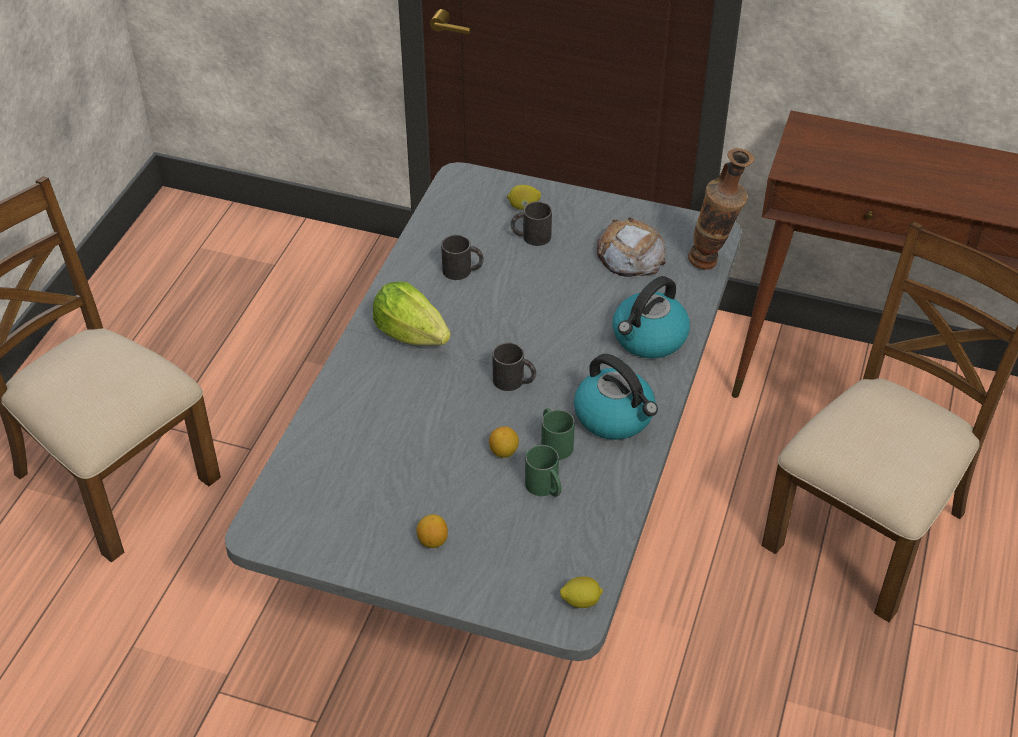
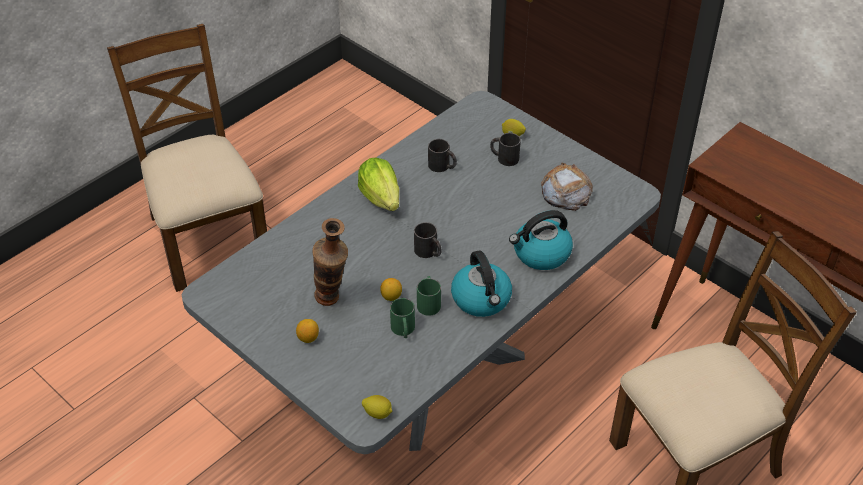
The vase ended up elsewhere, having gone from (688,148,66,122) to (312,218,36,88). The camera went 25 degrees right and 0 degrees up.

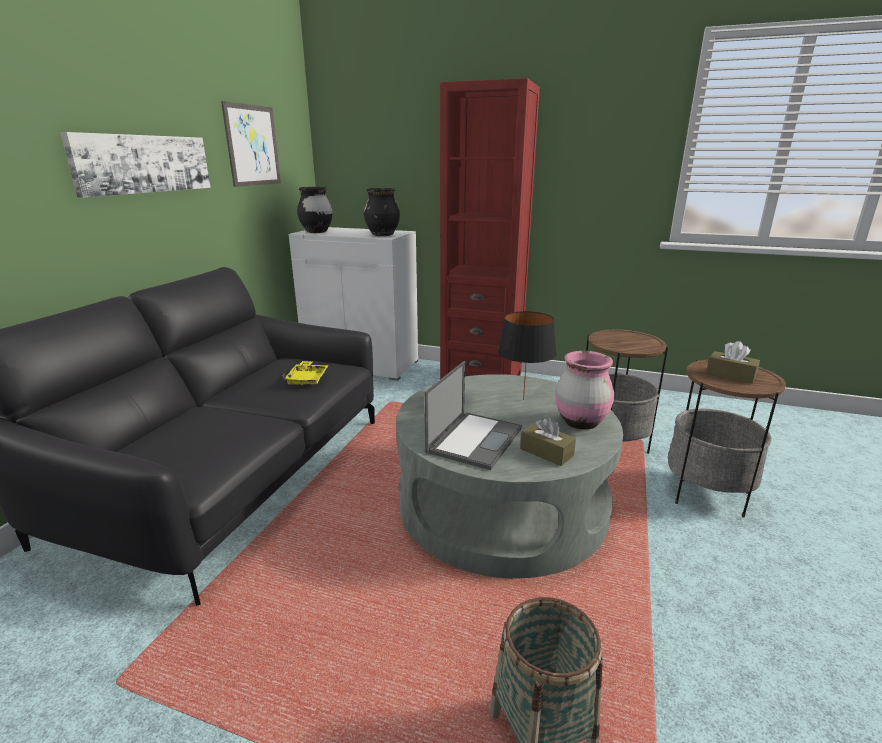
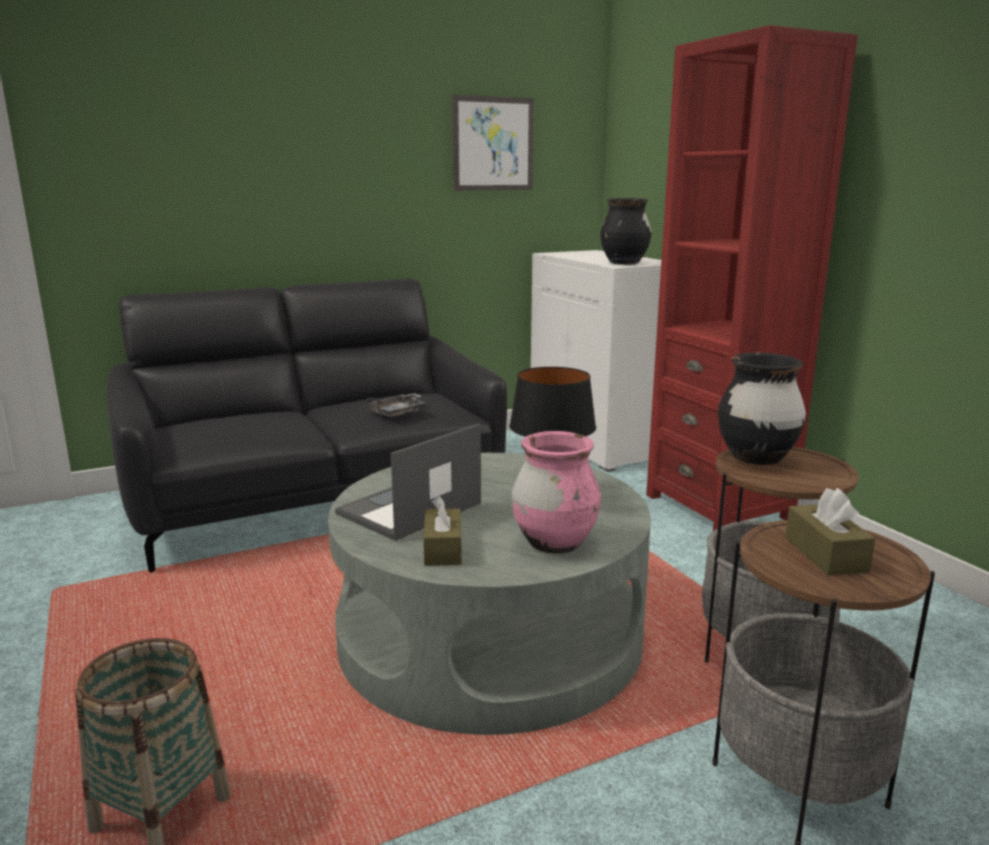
The laptop at (425,361,97,109) ended up facing another way, 150 degrees clockwise from before. What was the tray/yellow at (283,361,46,25) turned into the tray/grey at (366,393,60,24). The vase/black ended up elsewhere, having gone from (297,187,35,46) to (718,353,88,112). The second view lost the picture at (60,132,151,66). The camera went 45 degrees right and 5 degrees down.

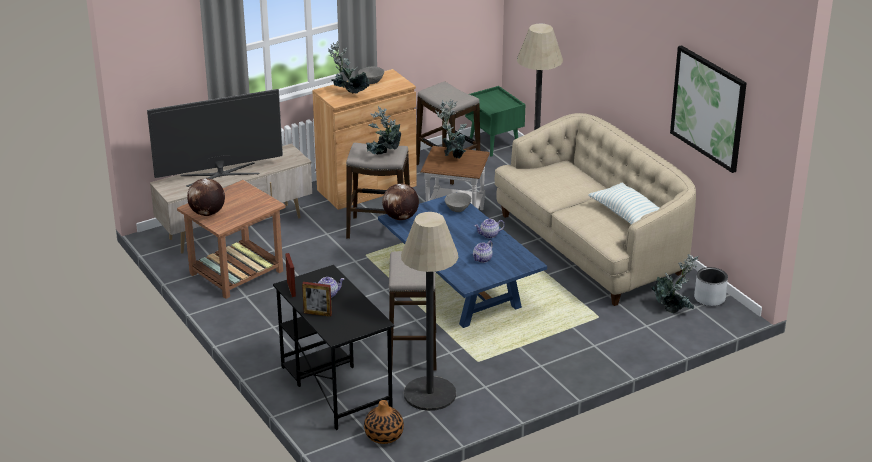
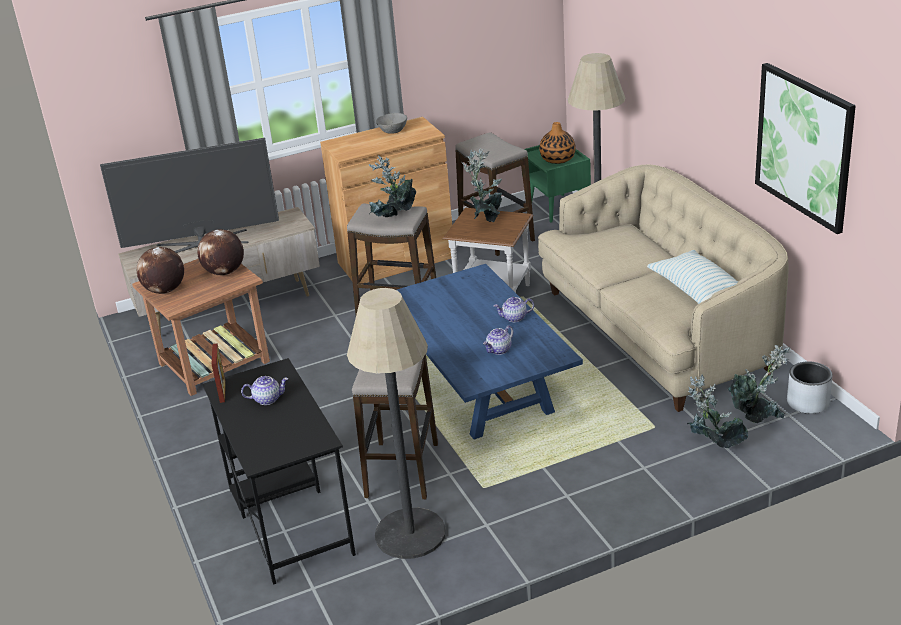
The globe ended up elsewhere, having gone from (382,183,37,37) to (197,229,47,47). The vase ended up elsewhere, having gone from (364,400,40,44) to (539,122,37,42). The potted plant ended up elsewhere, having gone from (328,41,42,53) to (687,374,61,74). The second view lost the picture frame at (302,282,30,35). The second view lost the bowl/grey at (445,192,27,20). The camera went 10 degrees right and 0 degrees up.

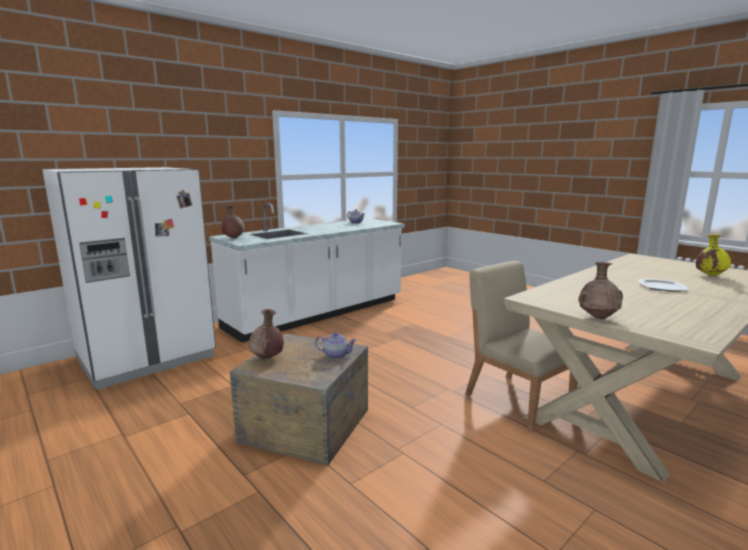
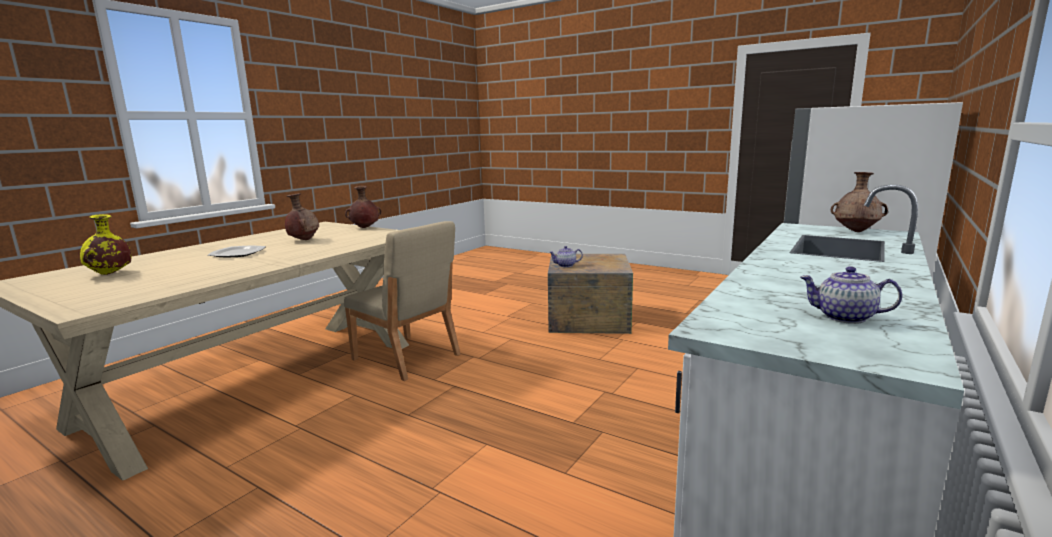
The vase/brown ended up elsewhere, having gone from (249,309,35,50) to (285,193,34,47). The camera went 165 degrees right and 0 degrees up.

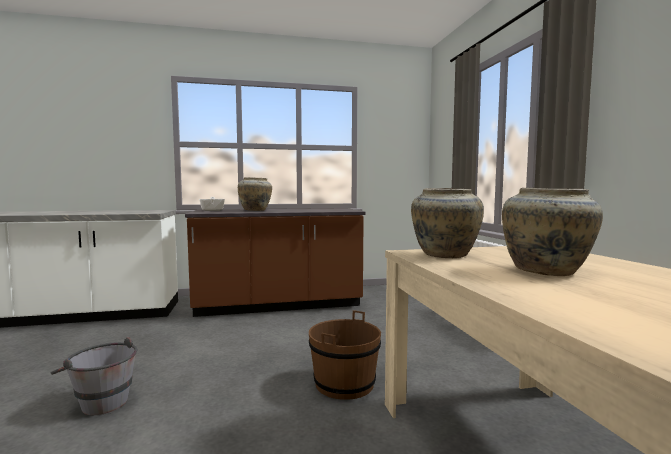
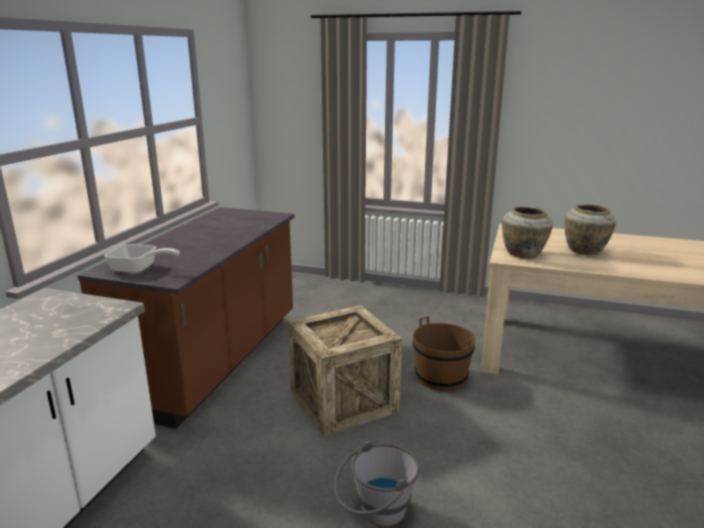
The second view gained the crate at (288,305,114,131). The second view lost the vase/beige at (238,177,34,34). The camera went 60 degrees left and 15 degrees up.

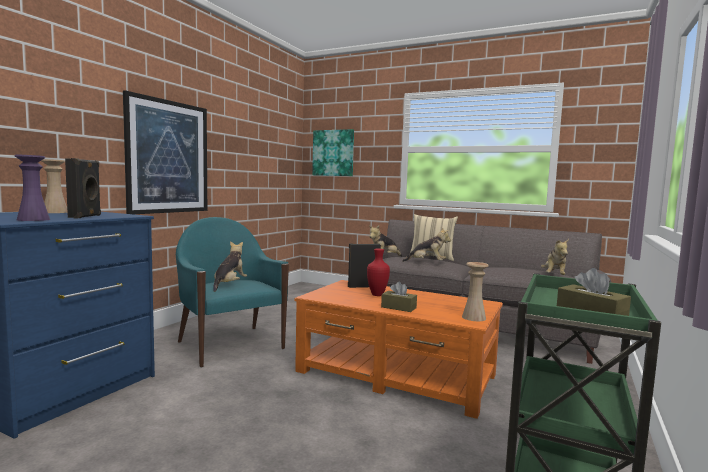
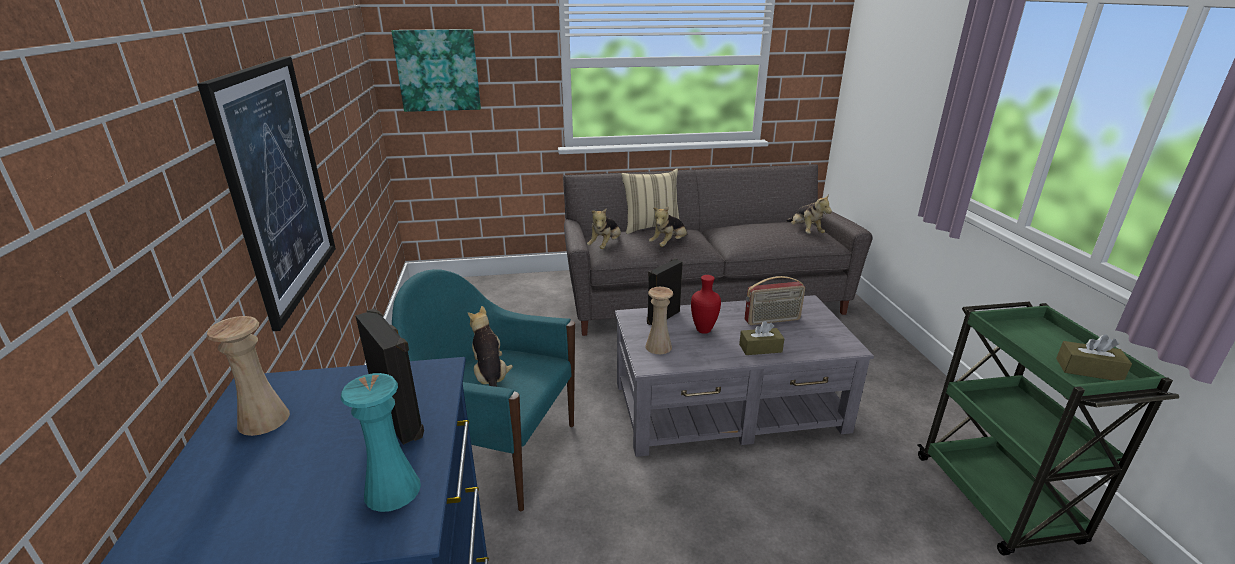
What was the vase/purple at (15,155,35,66) turned into the vase/turquoise at (341,373,80,139). What was the coffee table/orange at (294,280,209,139) turned into the coffee table/grey at (615,295,259,162). The vase/beige ended up elsewhere, having gone from (462,262,27,59) to (646,287,27,67). The plush toy at (402,228,49,34) ended up facing another way, 150 degrees clockwise from before. The second view gained the radio at (744,276,61,49). The camera went 35 degrees left and 20 degrees up.

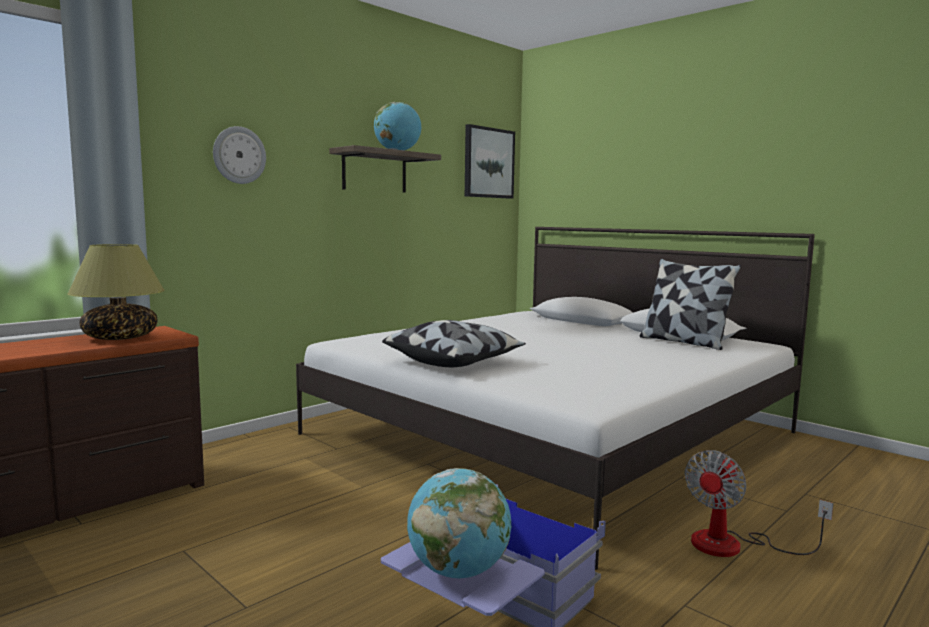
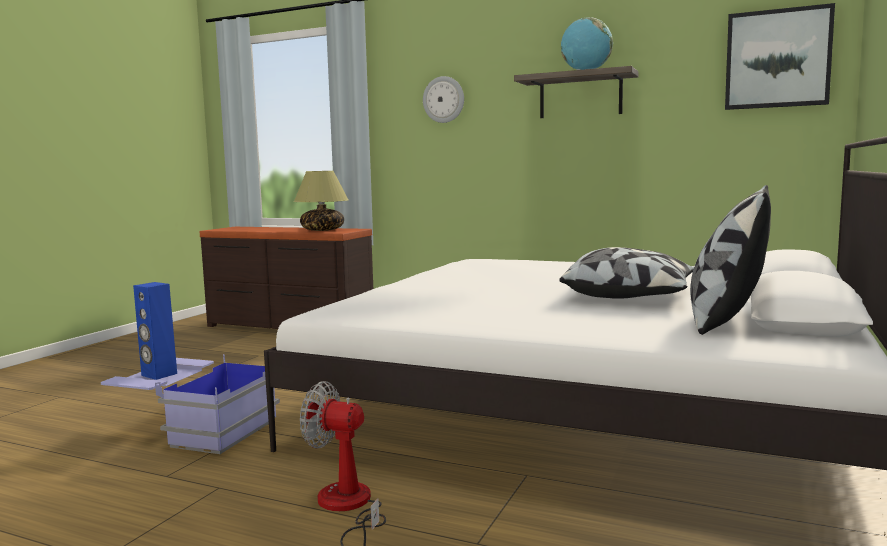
Where the globe stood at (407,468,105,110), the speaker/blue came to stand at (133,282,44,98). The pillow ended up elsewhere, having gone from (382,320,144,47) to (559,247,135,52). The camera went 70 degrees right and 0 degrees up.

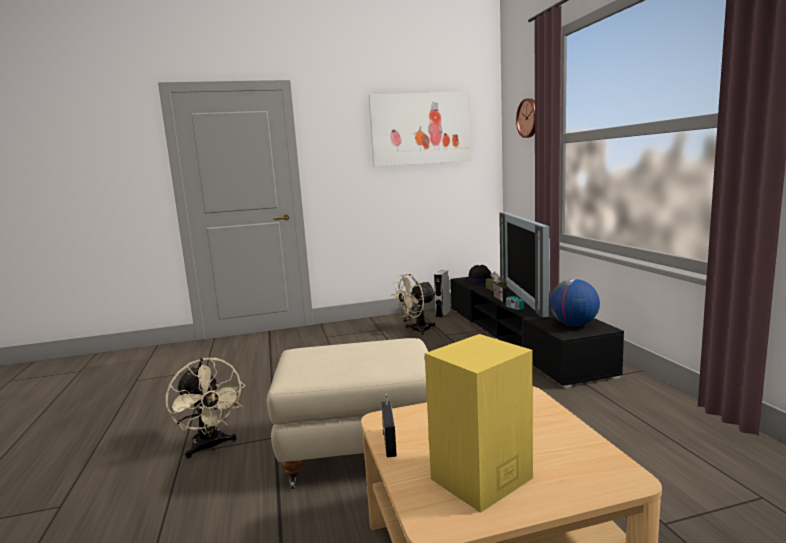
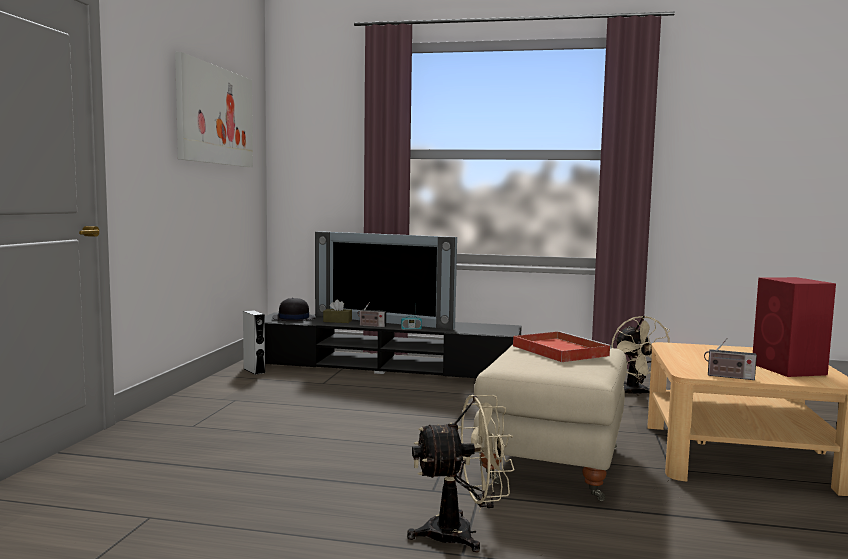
The second view gained the tray/red at (513,331,99,31). The fan/beige ended up elsewhere, having gone from (391,274,45,61) to (611,316,59,80). What was the speaker/yellow at (425,334,108,179) turned into the speaker/red at (753,277,83,100). The second view lost the wall clock at (516,99,19,39). The second view lost the globe at (550,279,50,47). The camera went 65 degrees left and 5 degrees down.

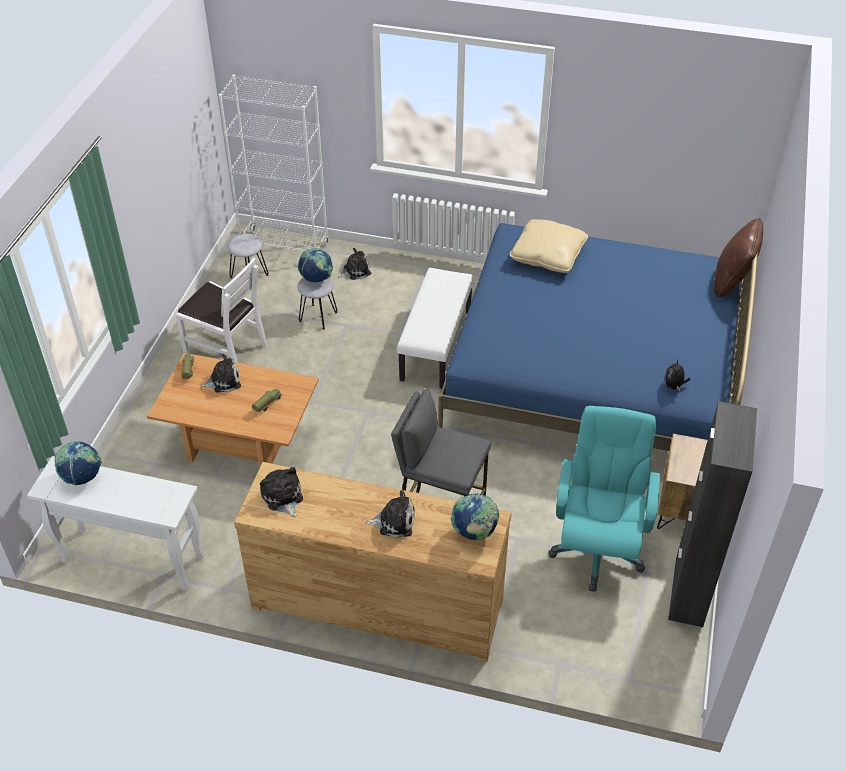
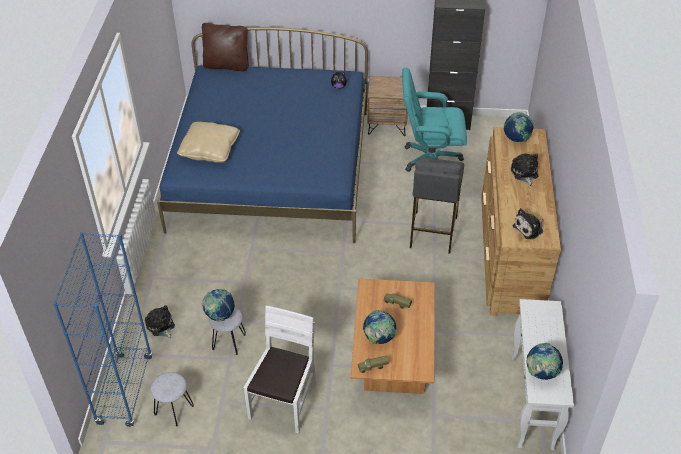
What was the bookcase/white at (218,74,111,178) turned into the bookcase/blue at (53,232,99,195). Where the plush toy stood at (200,354,41,38), the globe came to stand at (363,310,34,34). The second view lost the bench/white at (397,268,77,121). The camera went 100 degrees left and 0 degrees up.

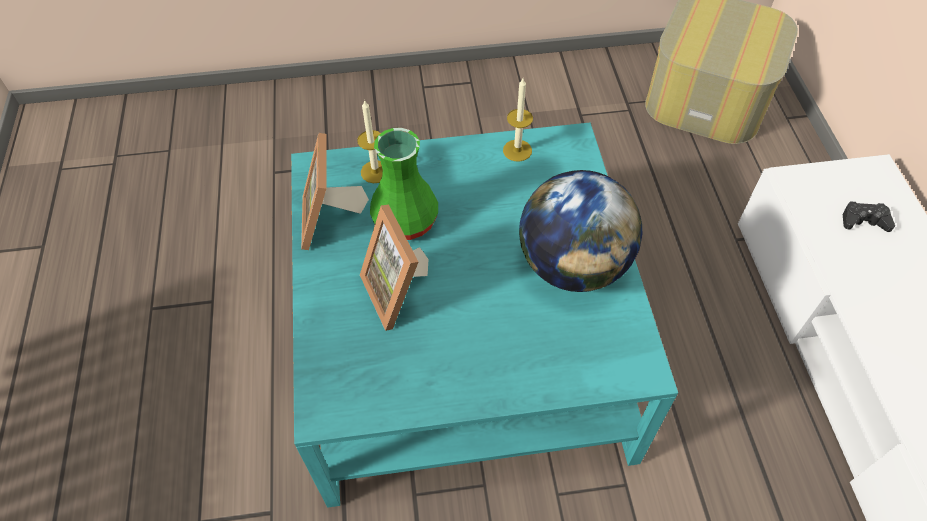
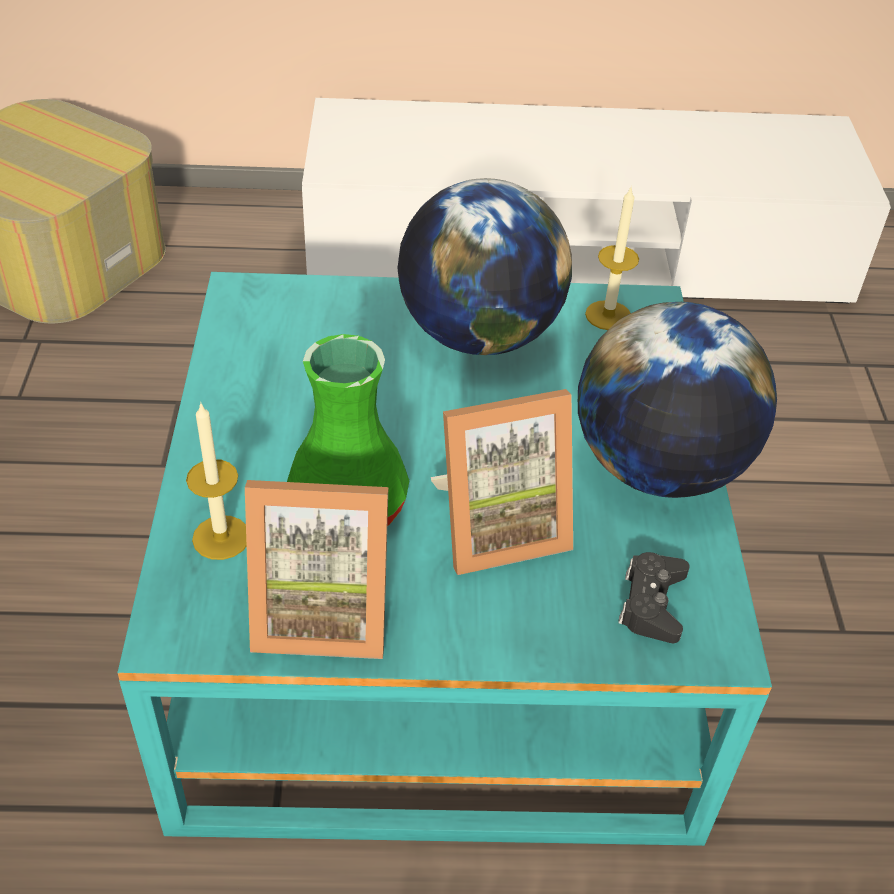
The second view gained the globe at (578,302,199,196). The candle ended up elsewhere, having gone from (503,79,30,83) to (585,186,54,144). The game controller/black ended up elsewhere, having gone from (843,201,52,31) to (618,552,72,91). The camera went 85 degrees left and 10 degrees down.

